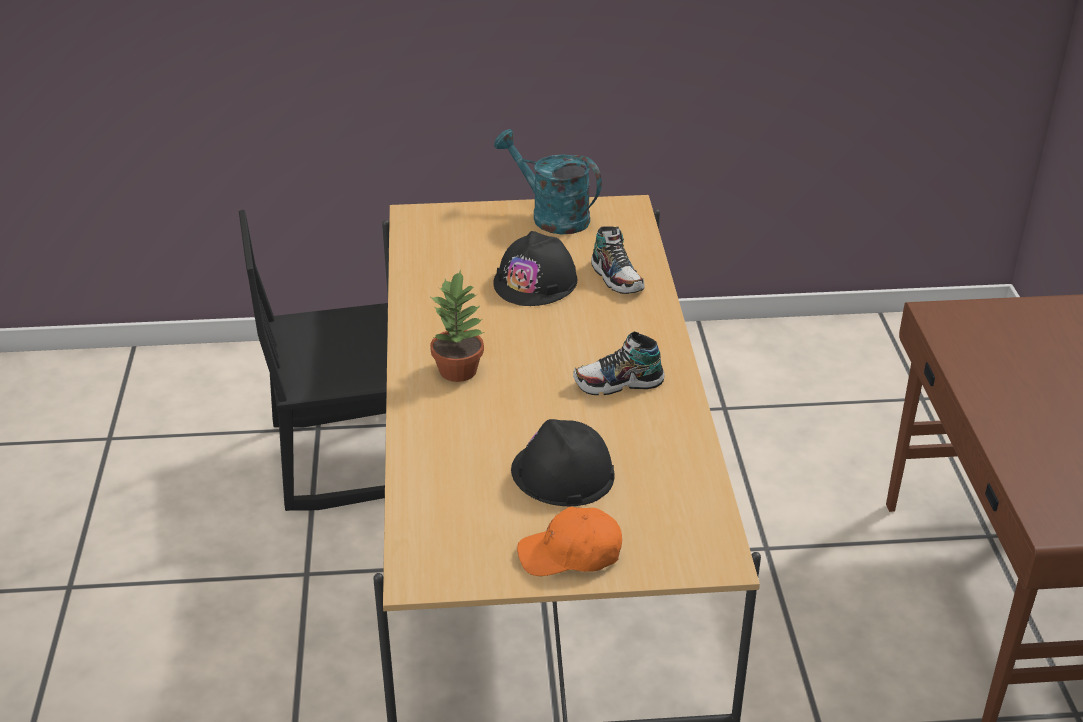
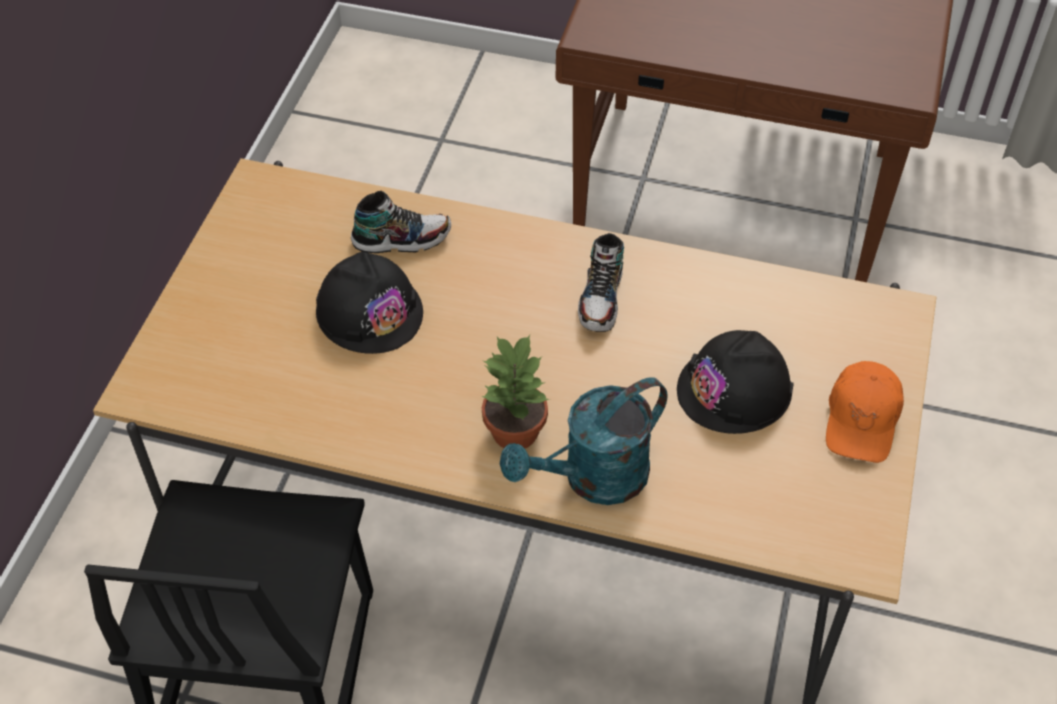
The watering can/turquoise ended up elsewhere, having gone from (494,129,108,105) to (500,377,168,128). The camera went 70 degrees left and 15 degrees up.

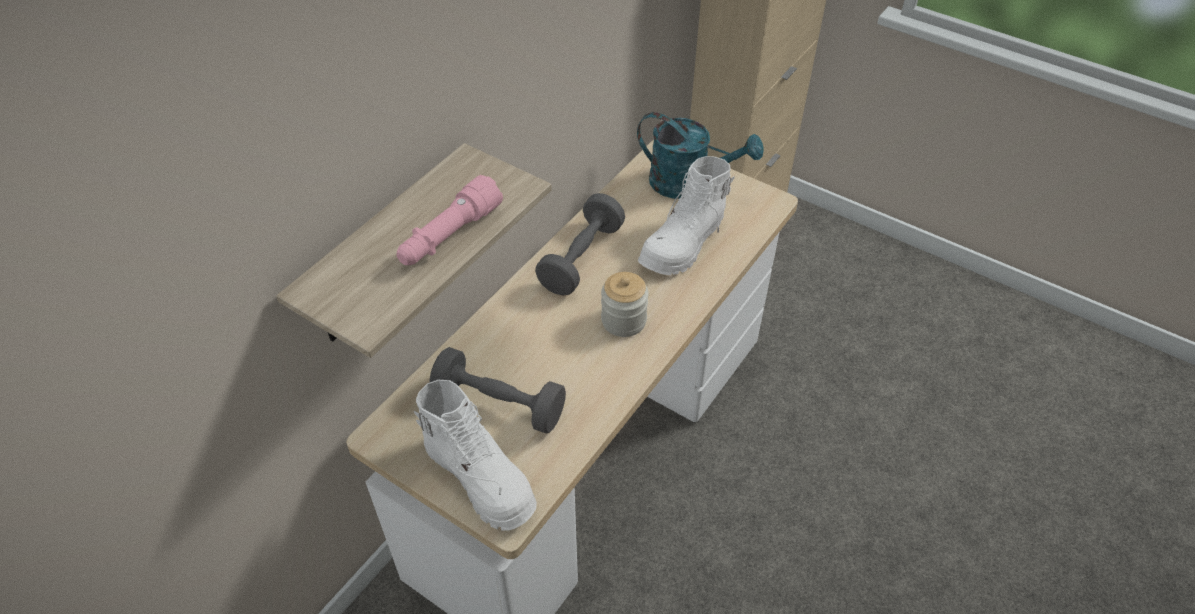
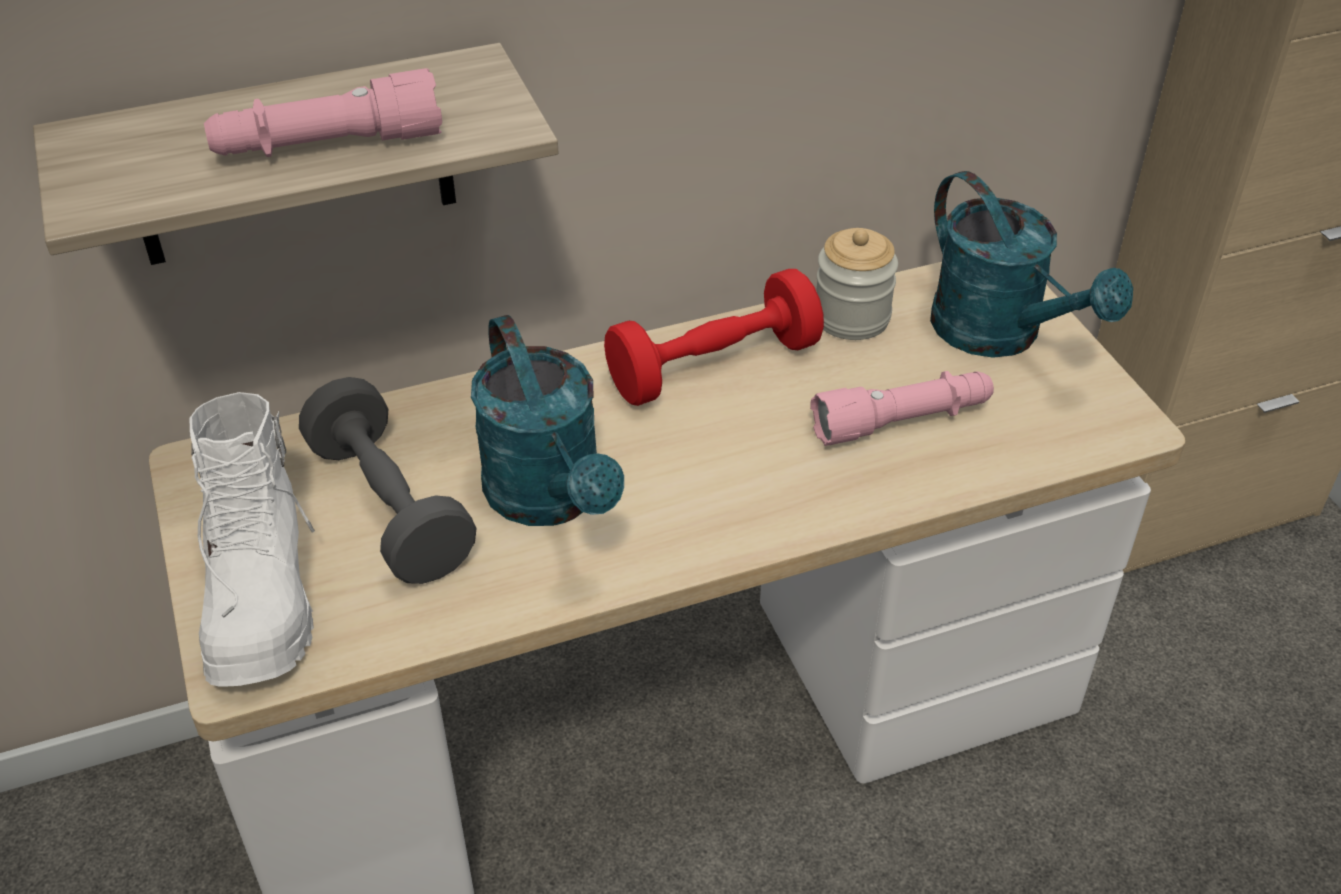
The second view gained the watering can/turquoise at (471,315,153,211). What was the dumbbell/grey at (535,193,90,102) turned into the dumbbell/red at (604,269,220,137). Where the boot/white stood at (638,156,97,119), the flashlight/pink came to stand at (810,371,184,75). The jar ended up elsewhere, having gone from (601,272,48,65) to (816,228,82,112). The camera went 35 degrees right and 5 degrees down.

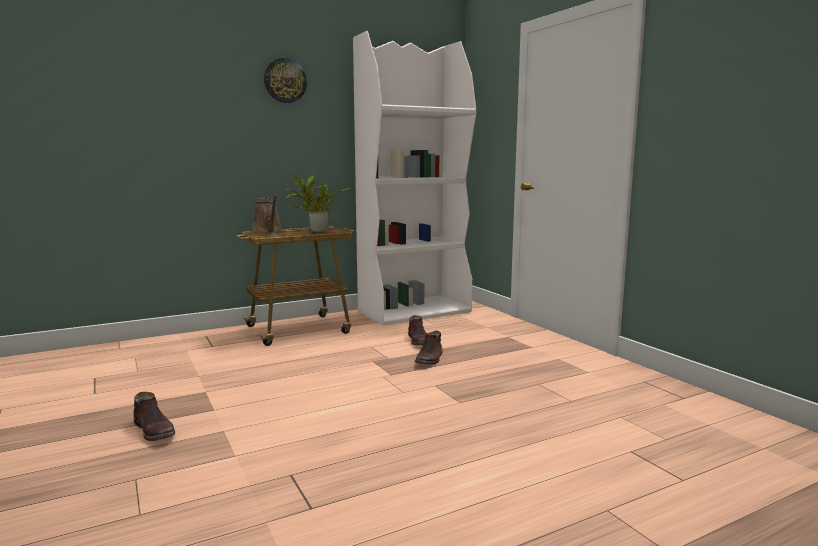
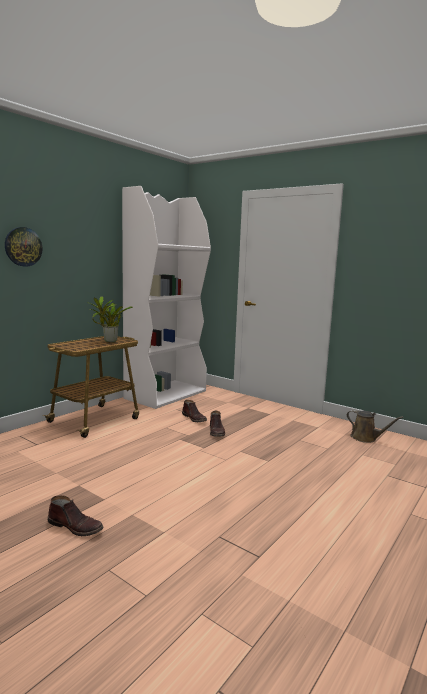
The wall clock ended up elsewhere, having gone from (264,58,43,45) to (5,227,38,39). The watering can/brown ended up elsewhere, having gone from (252,196,30,38) to (347,410,56,33). The camera went 25 degrees left and 0 degrees up.

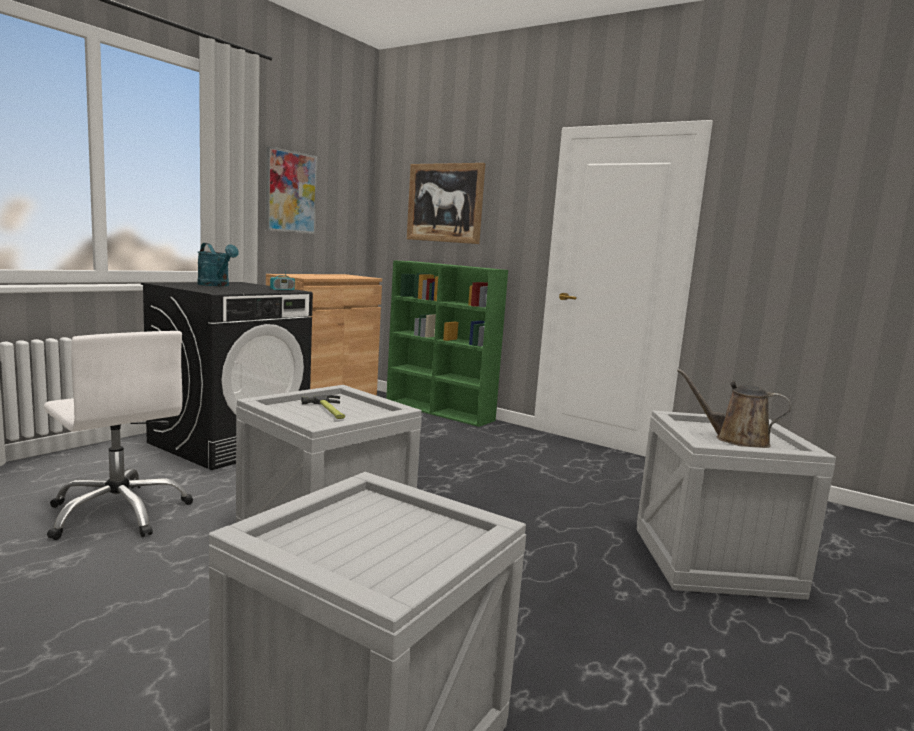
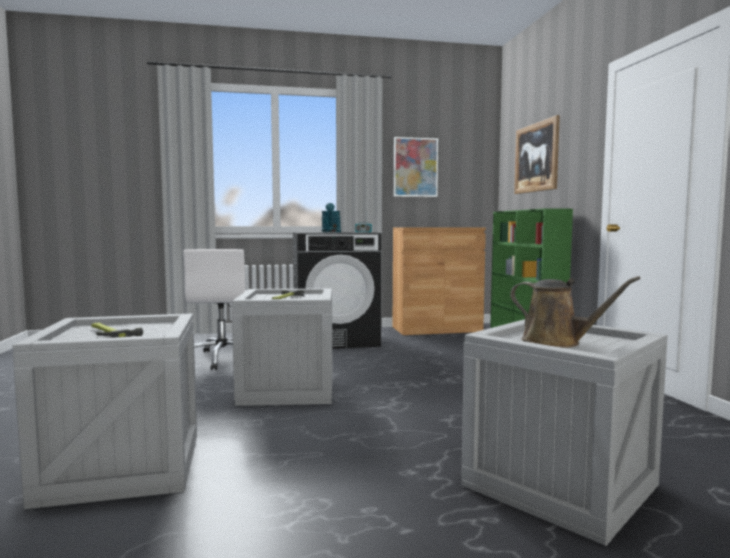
The second view gained the hammer at (91,323,52,15). The watering can/brown at (677,369,114,79) ended up facing another way, 150 degrees clockwise from before. The camera went 45 degrees right and 5 degrees down.

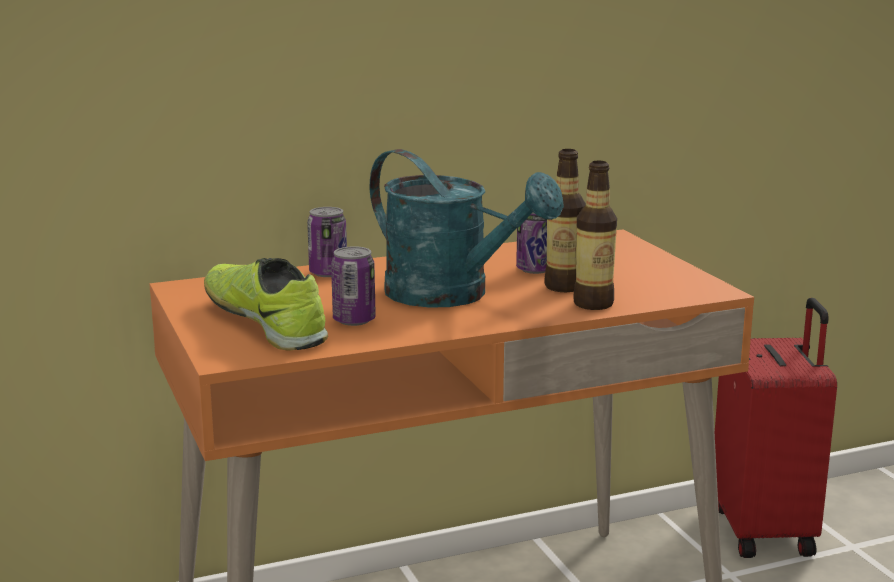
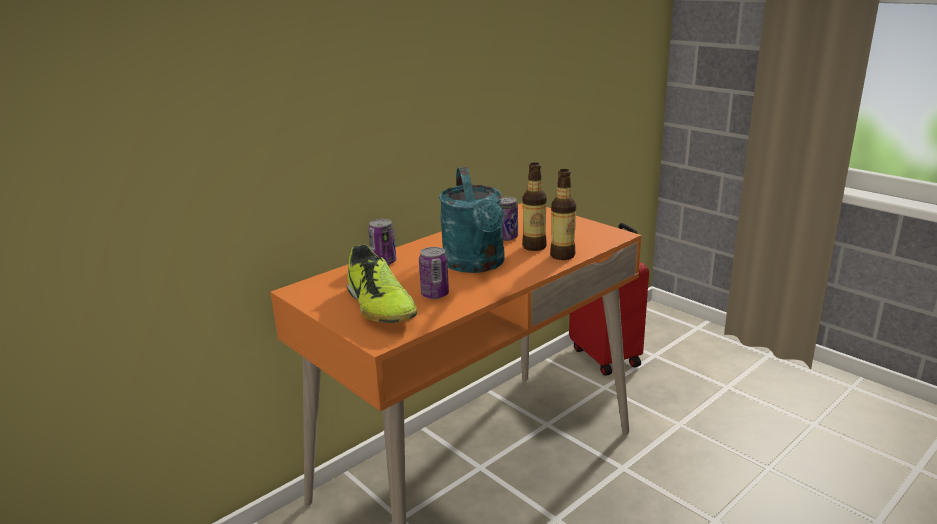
The shoe at (204,258,124,92) ended up facing another way, 150 degrees counterclockwise from before. The watering can/turquoise at (370,149,194,159) ended up facing another way, 60 degrees clockwise from before. The camera went 20 degrees left and 5 degrees up.

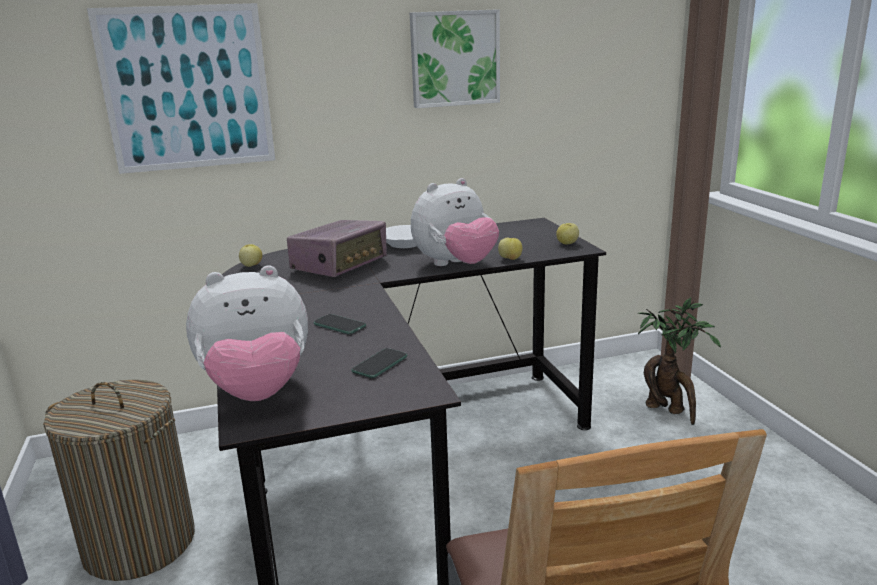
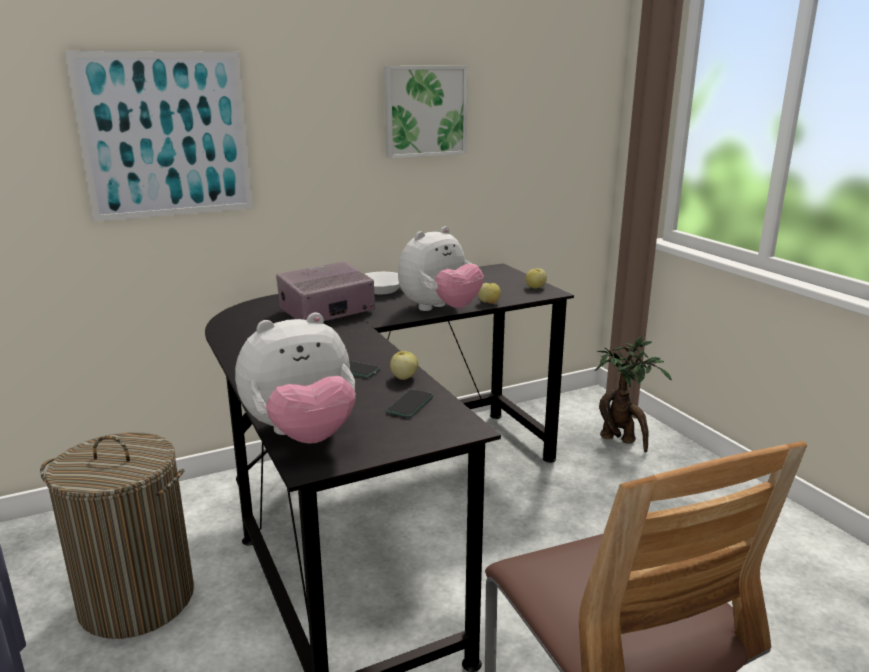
The radio at (287,220,100,57) ended up facing another way, 150 degrees counterclockwise from before. The apple ended up elsewhere, having gone from (239,244,23,23) to (390,351,28,29). The camera went 10 degrees left and 0 degrees up.

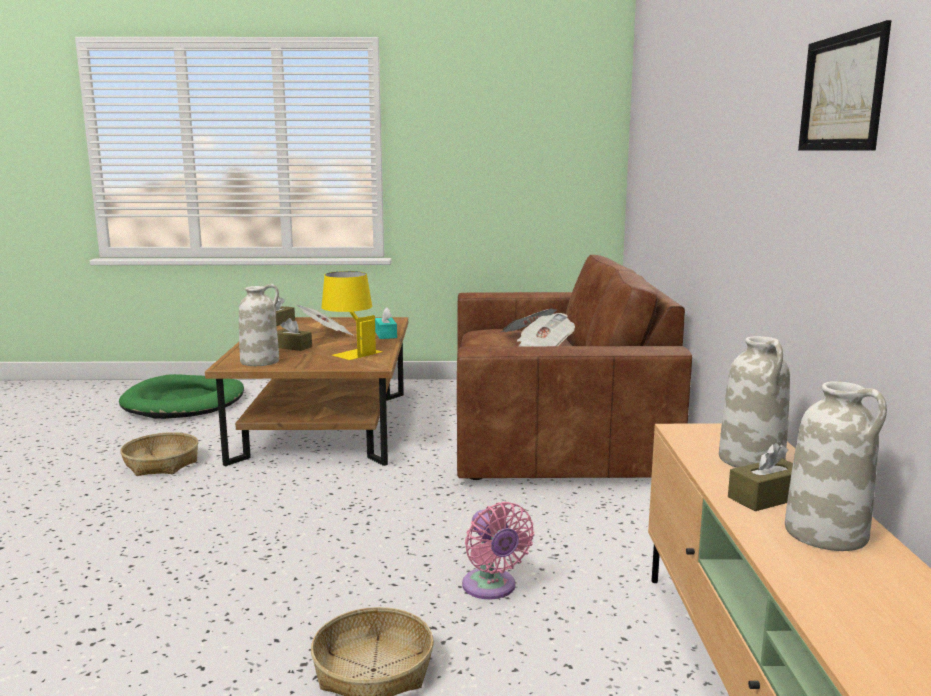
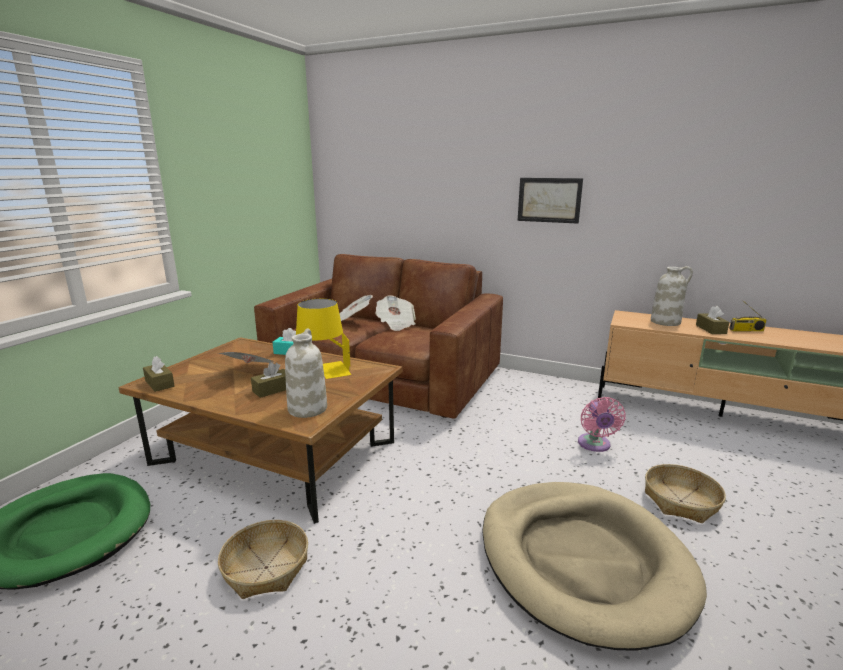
The second view gained the dog bed/beige at (482,482,225,169). The picture ended up elsewhere, having gone from (798,20,93,131) to (518,178,65,46). The fan/pink at (462,502,72,97) ended up facing another way, 90 degrees clockwise from before. Where the vase/white stood at (785,381,102,170), the radio came to stand at (729,300,38,32). The camera went 65 degrees left and 5 degrees up.

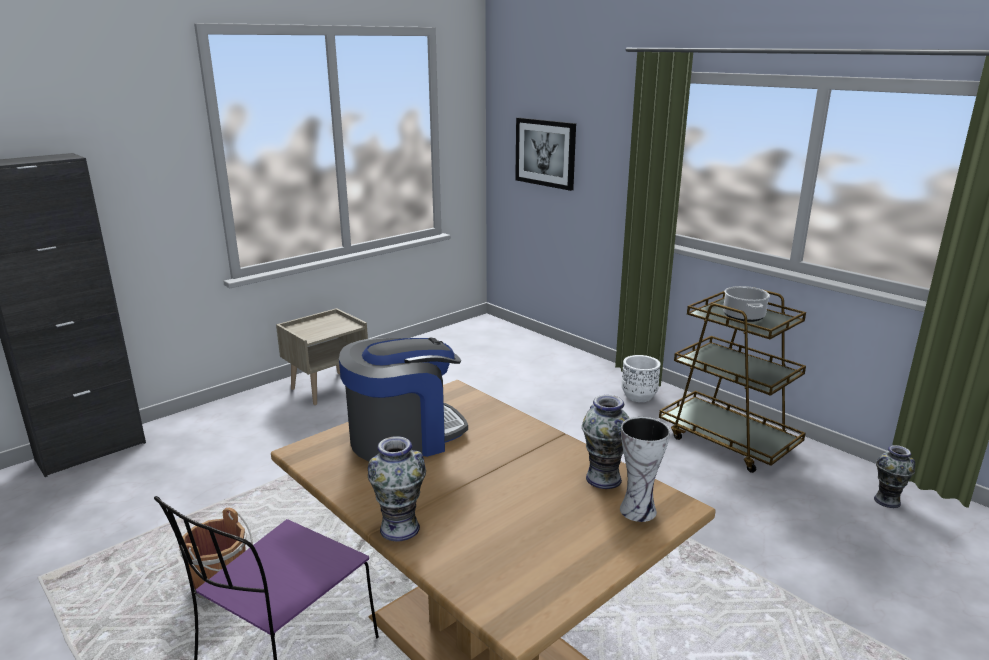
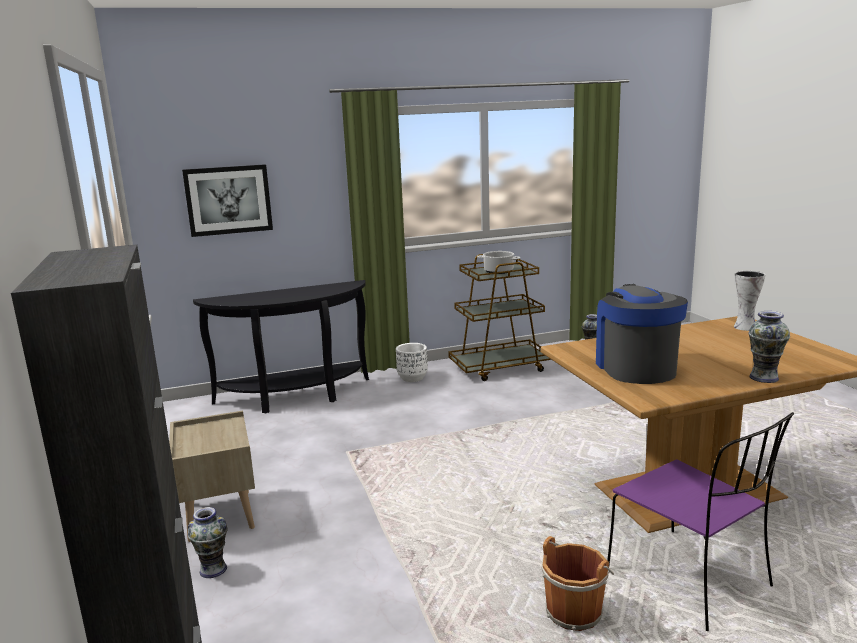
The vase ended up elsewhere, having gone from (582,395,47,94) to (188,507,40,71). The second view gained the console table/black at (193,280,176,134). The camera went 65 degrees left and 5 degrees down.

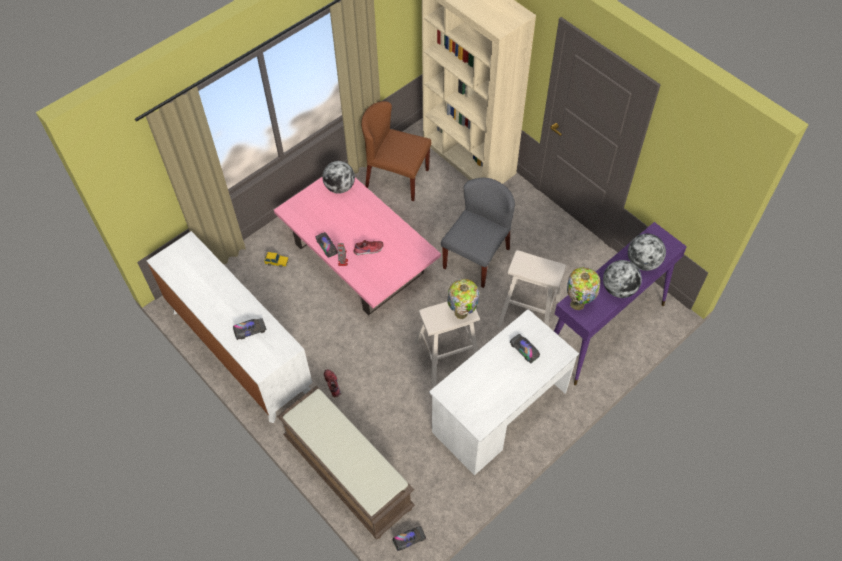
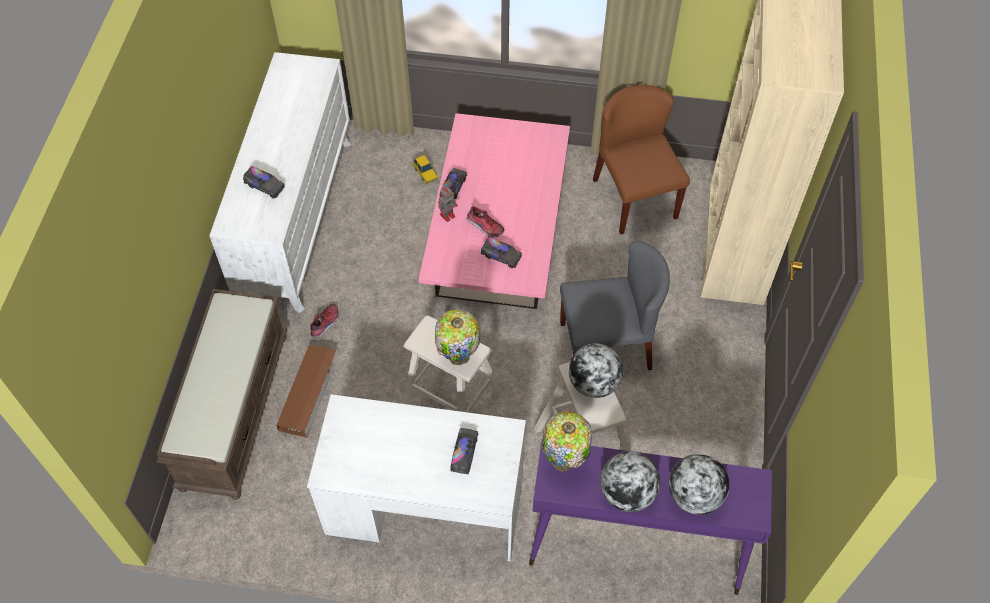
The second view gained the storage box/brown at (276,345,60,93). The toy truck ended up elsewhere, having gone from (393,526,33,25) to (481,237,41,31). The globe ended up elsewhere, having gone from (322,161,33,32) to (569,343,54,55). The camera went 50 degrees right and 0 degrees up.

